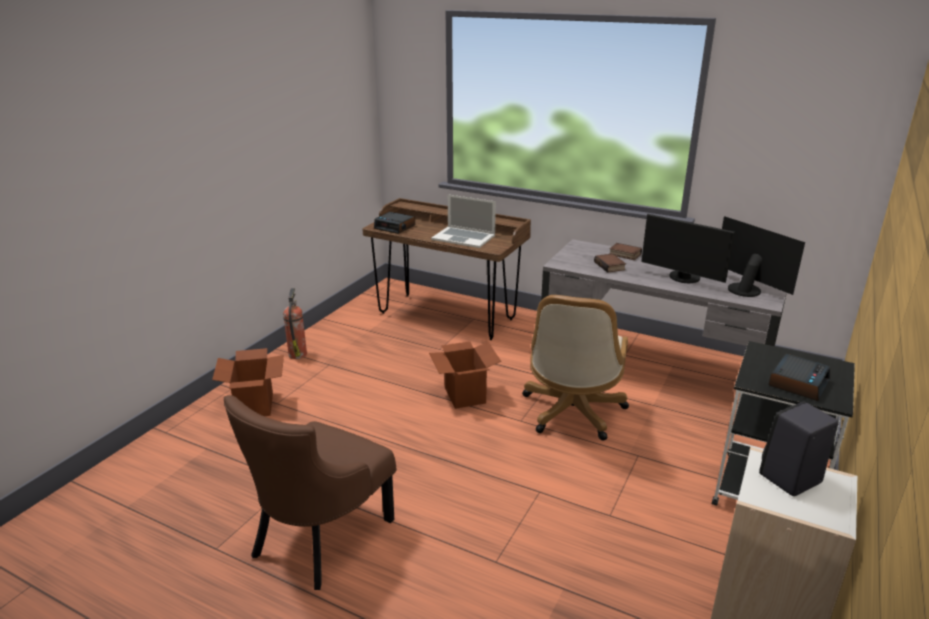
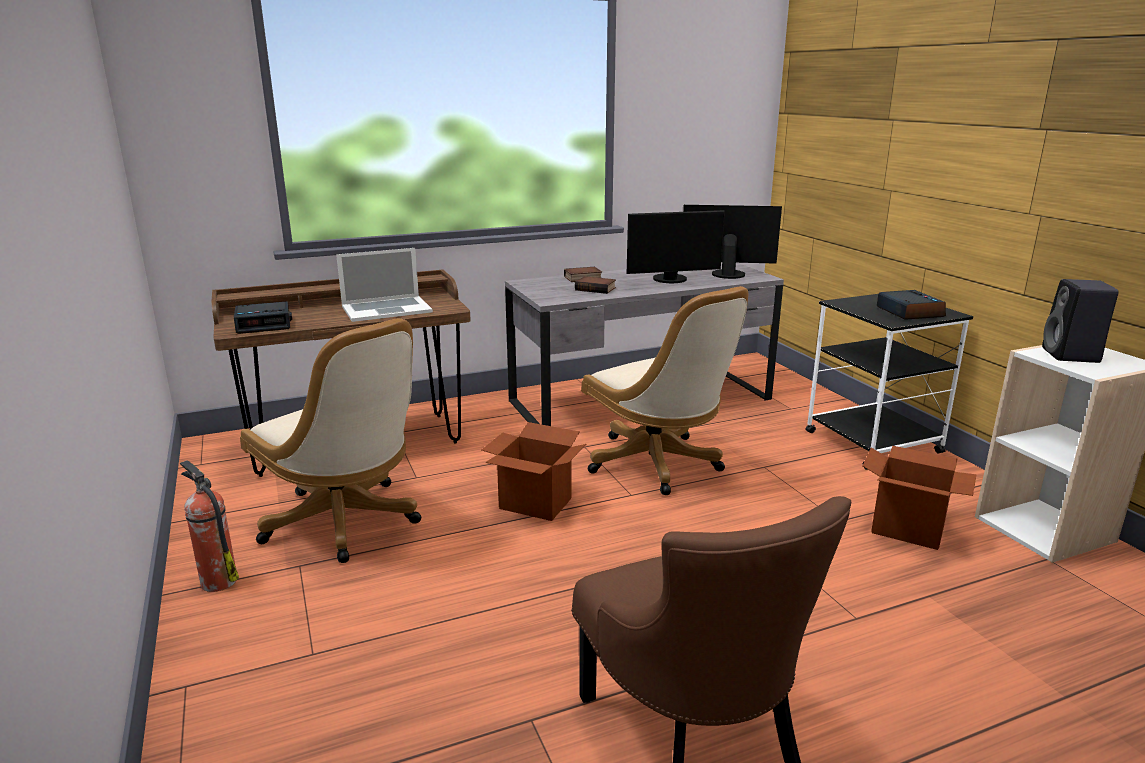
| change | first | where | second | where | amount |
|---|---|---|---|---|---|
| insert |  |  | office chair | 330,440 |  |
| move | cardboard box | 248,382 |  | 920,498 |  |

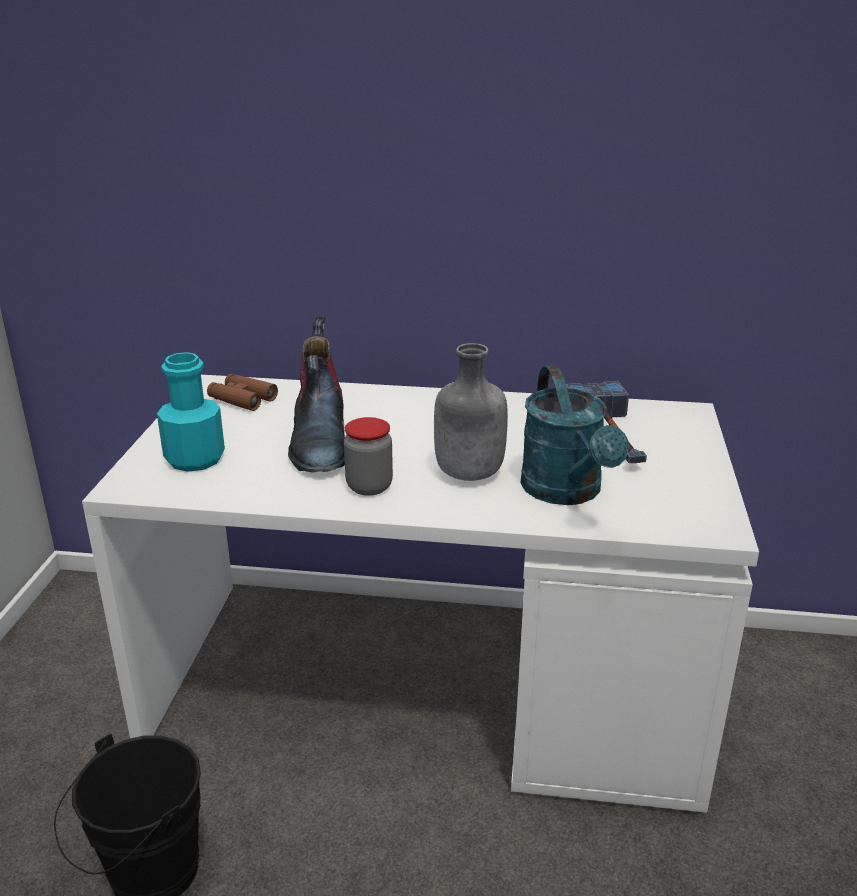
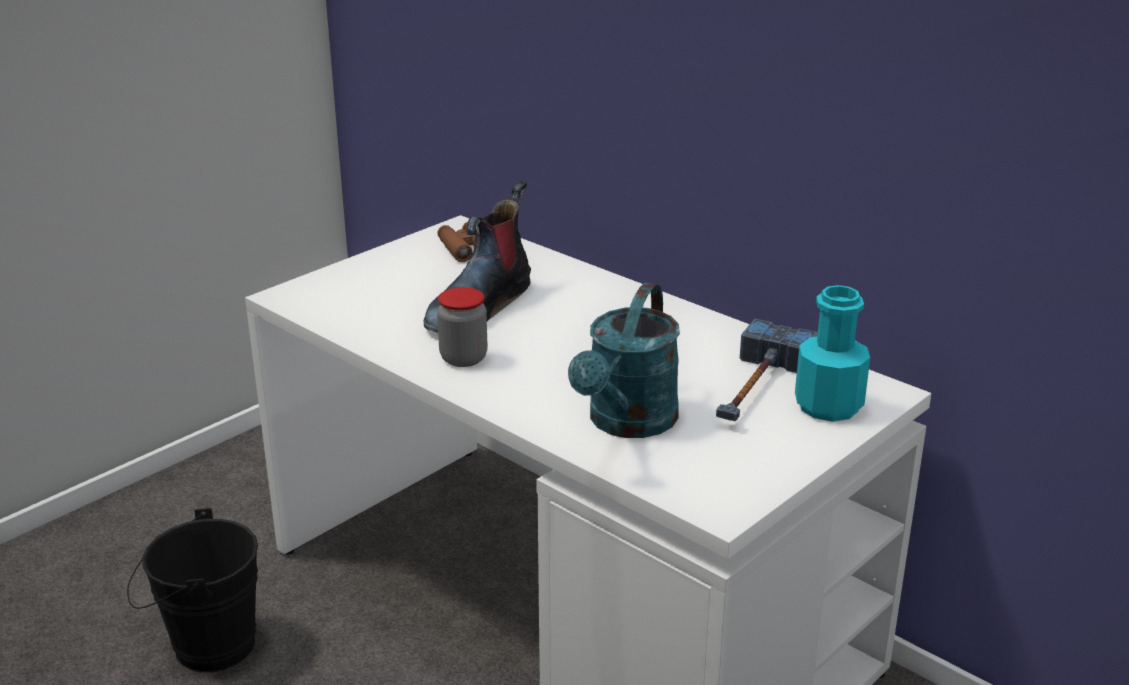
| change | first | where | second | where | amount |
|---|---|---|---|---|---|
| delete | grey bottle | 471,412 |  |  |  |
| move | turquoise bottle | 191,412 |  | 832,353 |  |

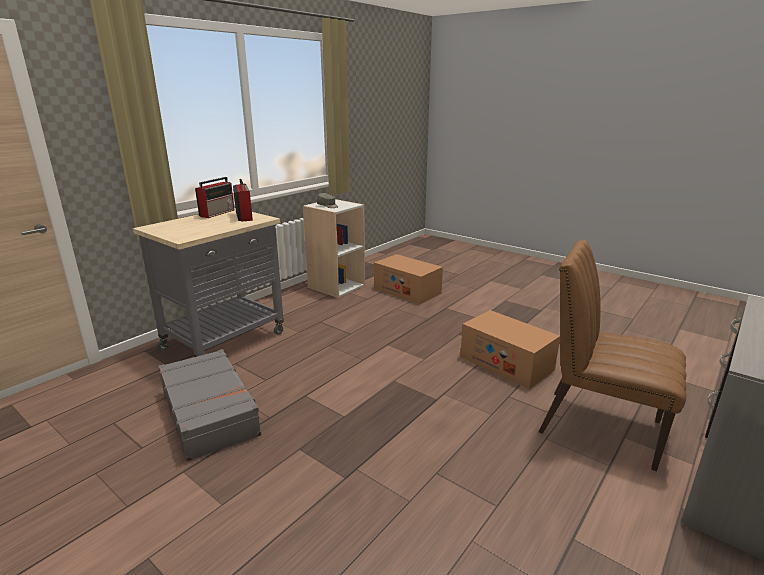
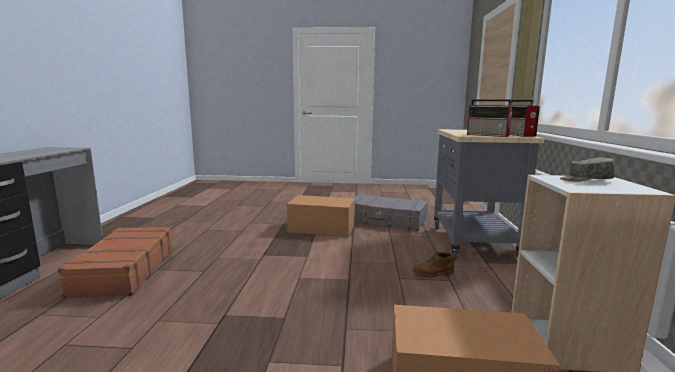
| change | first | where | second | where | amount |
|---|---|---|---|---|---|
| insert |  |  | brown boot | 433,264 |  |
| move | cardboard box | 510,349 |  | 321,216 |  |
| replace | brown chair | 613,355 | brown suitcase | 115,262 |  |

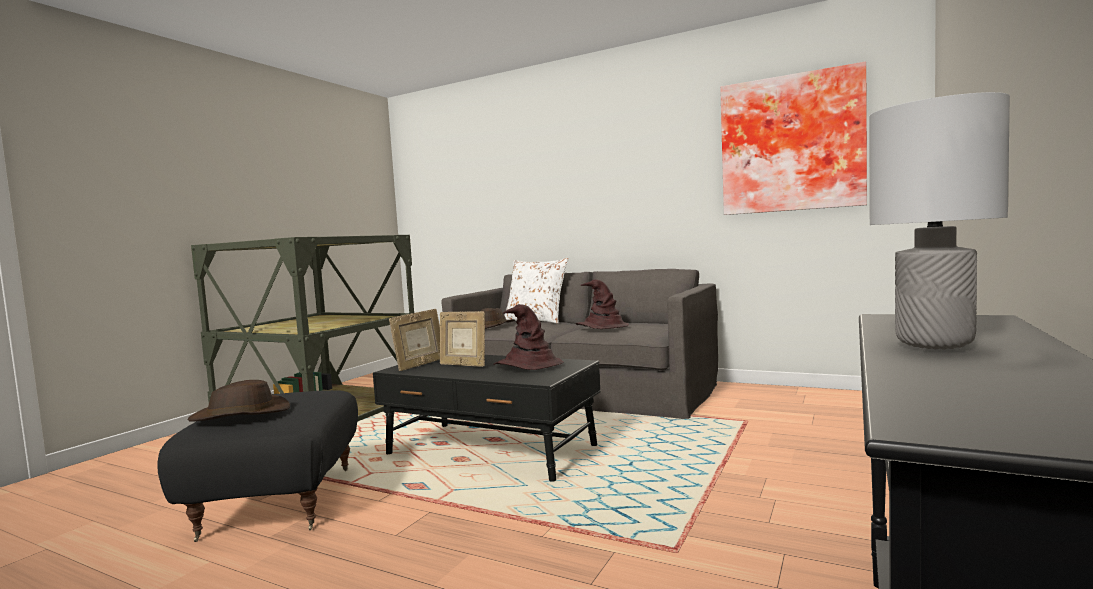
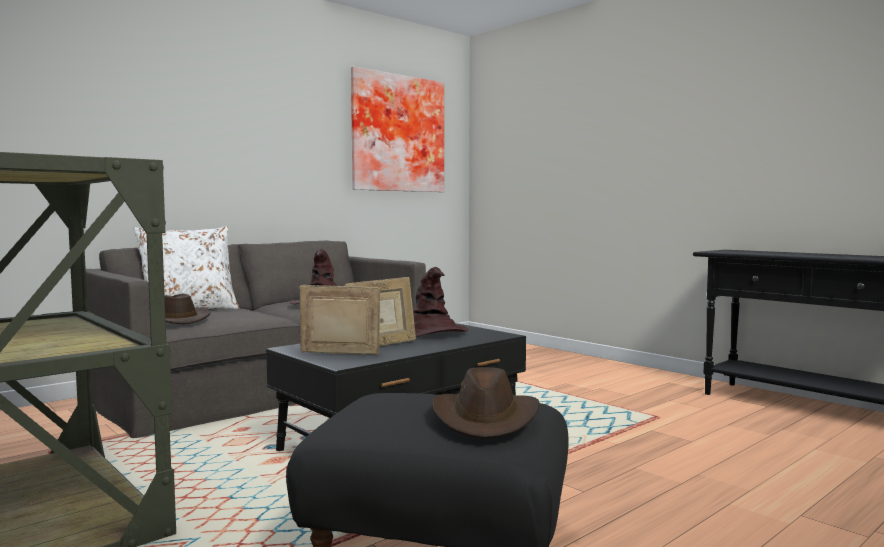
| change | first | where | second | where | amount |
|---|---|---|---|---|---|
| delete | grey table lamp | 939,220 |  |  |  |
| rotate | picture frame | 414,340 |  | 339,320 | 60 degrees counterclockwise |

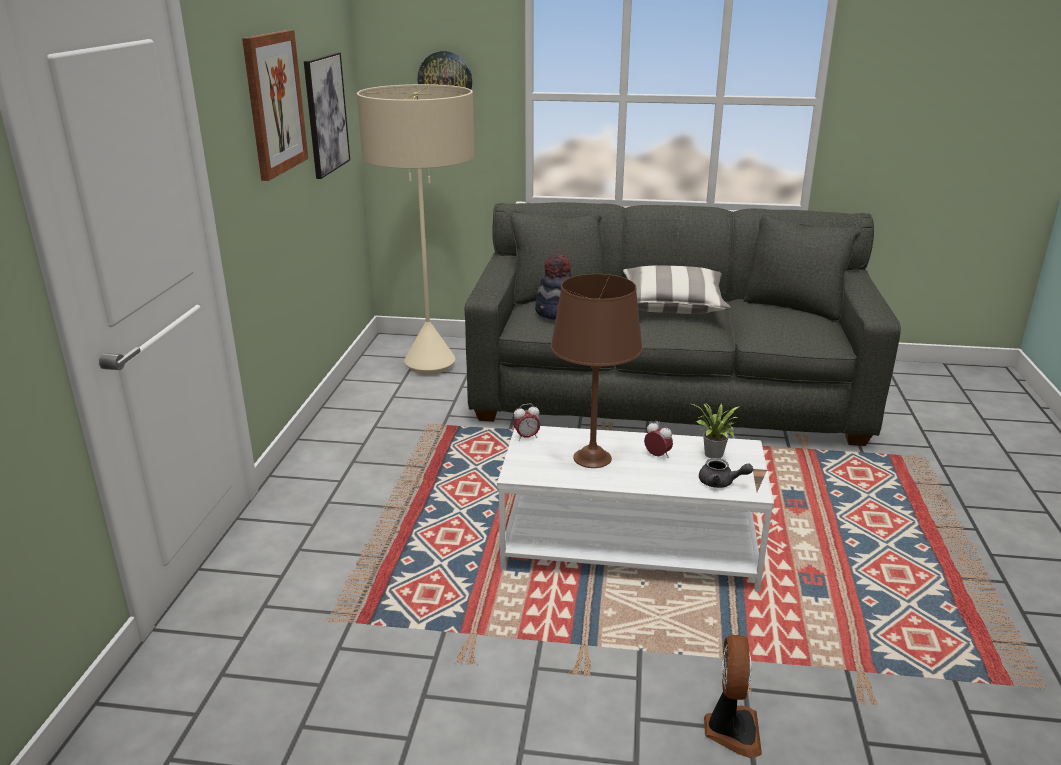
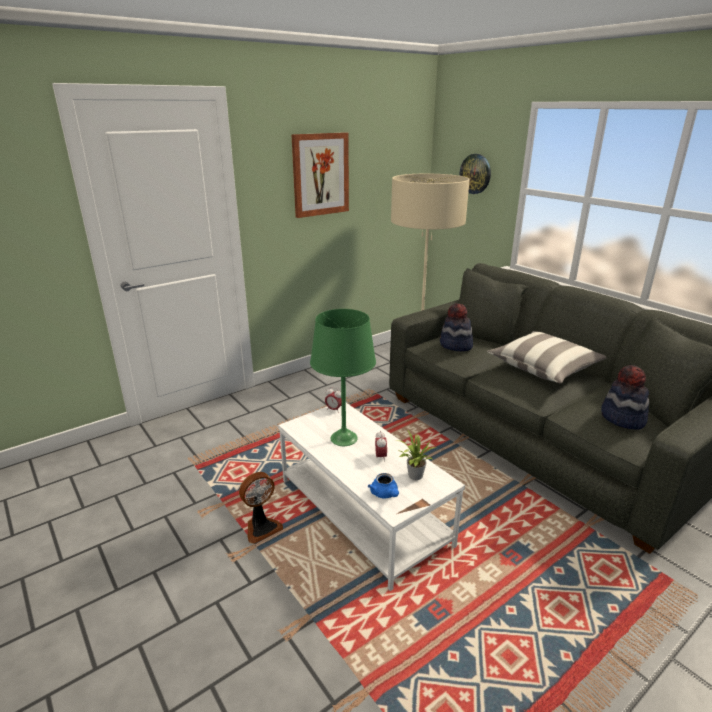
| change | first | where | second | where | amount |
|---|---|---|---|---|---|
| delete | picture | 327,115 |  |  |  |
| insert |  |  | hat | 625,397 |  |
| move | fan | 733,696 |  | 261,508 |  |
| recolor | brown table lamp | 597,371 | green table lamp | 343,377 |  |
| recolor | grey teapot | 726,473 | blue teapot | 383,485 |  |

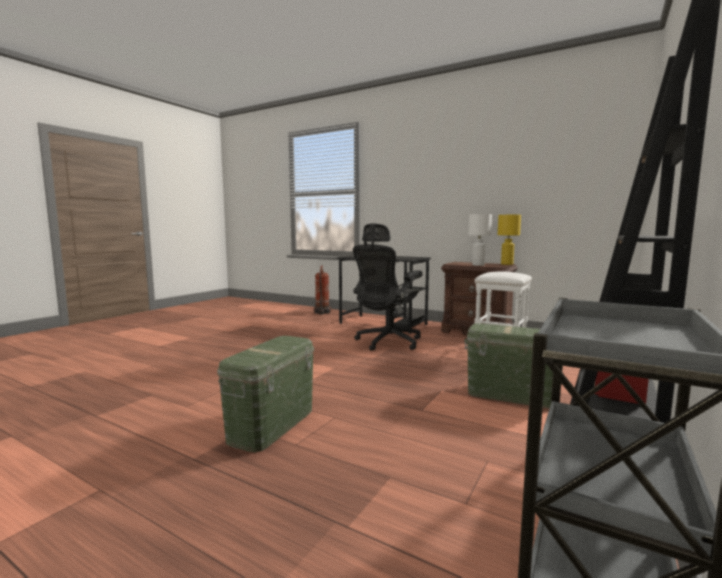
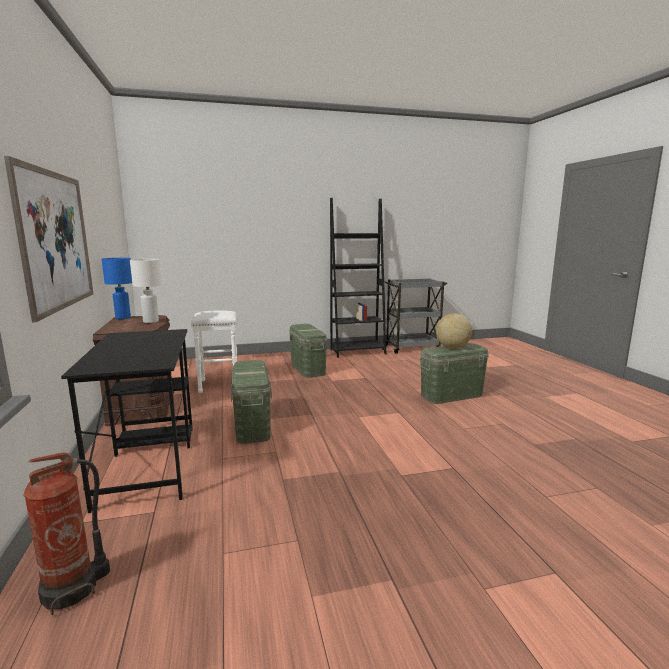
| change | first | where | second | where | amount |
|---|---|---|---|---|---|
| insert |  |  | picture | 48,239 |  |
| insert |  |  | globe | 454,331 |  |
| replace | office chair | 387,287 | green storage box | 251,402 |  |
| recolor | yellow table lamp | 509,240 | blue table lamp | 117,288 |  |

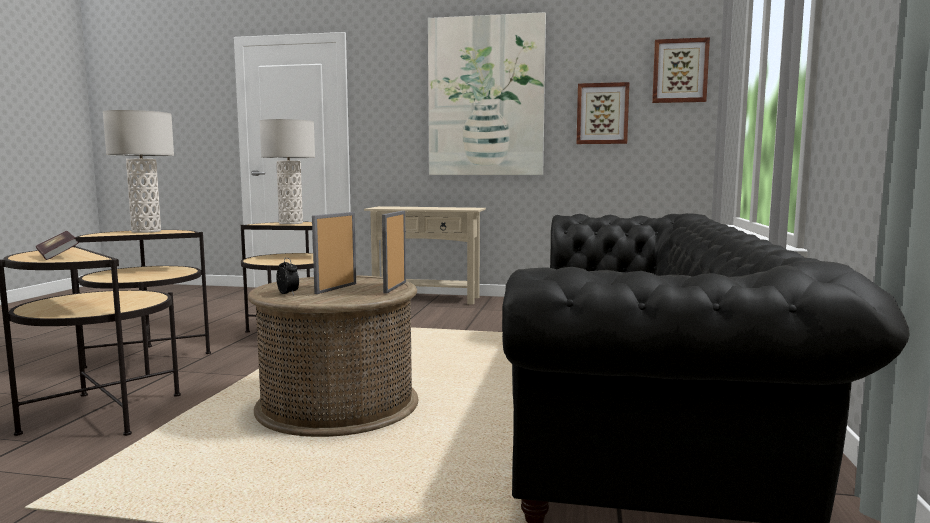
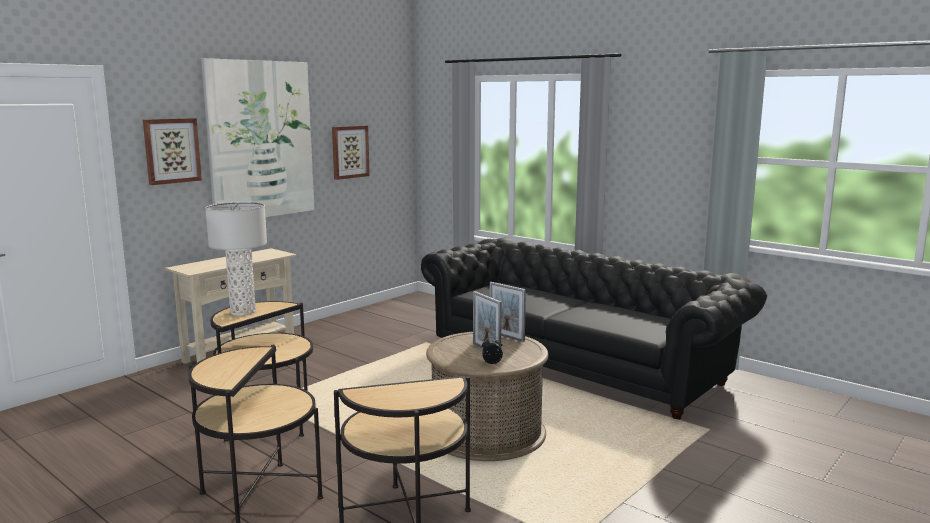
| change | first | where | second | where | amount |
|---|---|---|---|---|---|
| delete | book | 57,245 |  |  |  |
| delete | white table lamp | 138,171 |  |  |  |
| move | picture | 681,70 |  | 172,151 |  |

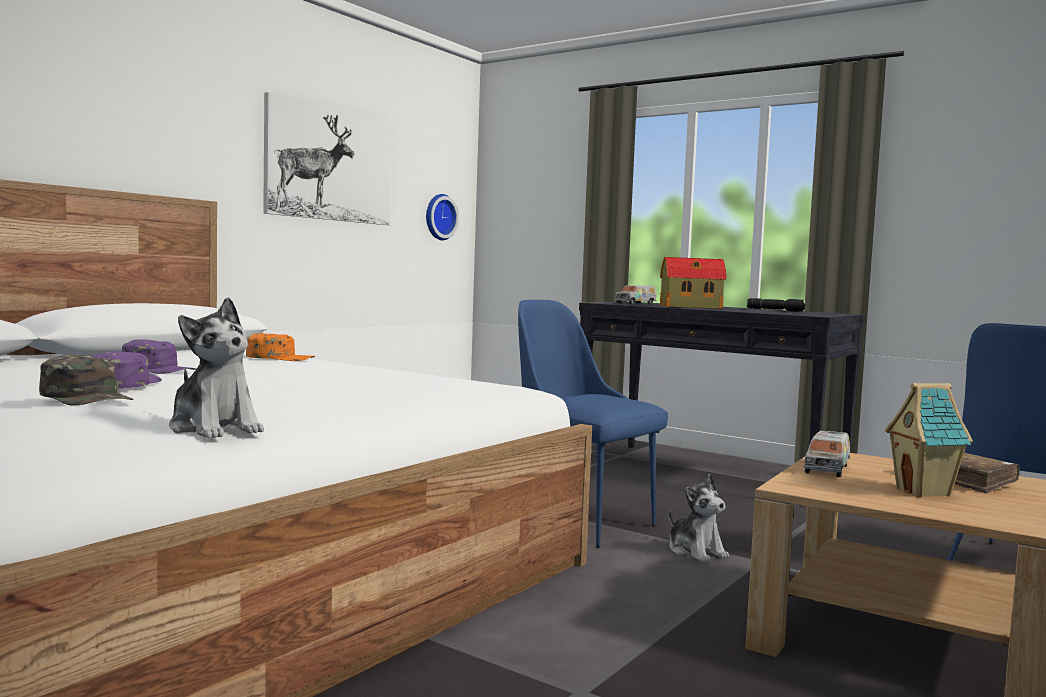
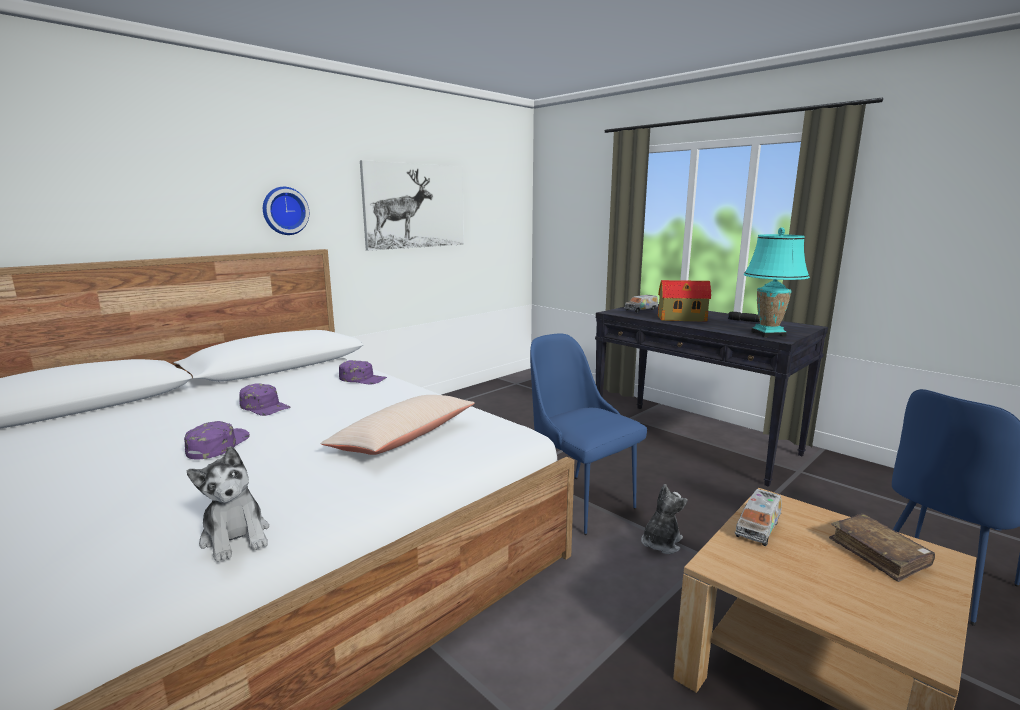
| change | first | where | second | where | amount |
|---|---|---|---|---|---|
| delete | green cap | 86,380 |  |  |  |
| delete | toy house | 929,440 |  |  |  |
| insert |  |  | beige pillow | 397,425 |  |
| insert |  |  | turquoise table lamp | 777,282 |  |
| move | wall clock | 442,217 |  | 286,211 |  |
| recolor | orange cap | 280,347 | purple cap | 363,372 |  |
| rotate | plush toy | 699,518 |  | 664,519 | 120 degrees counterclockwise |

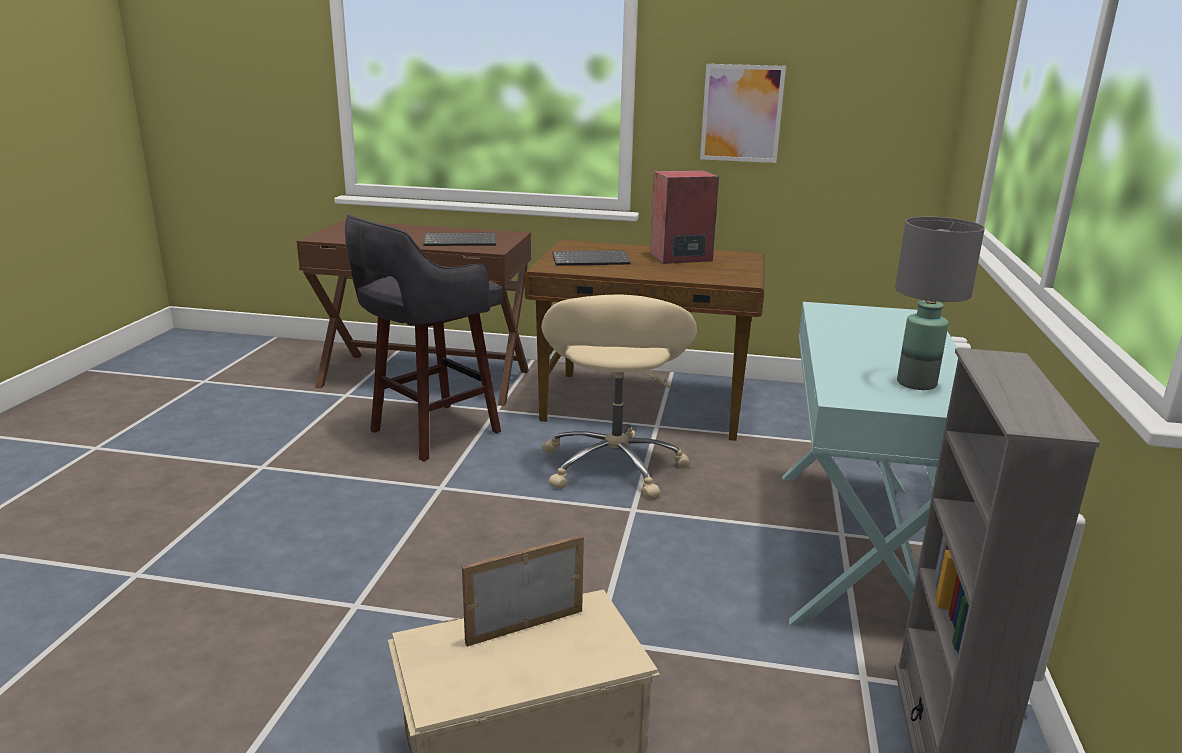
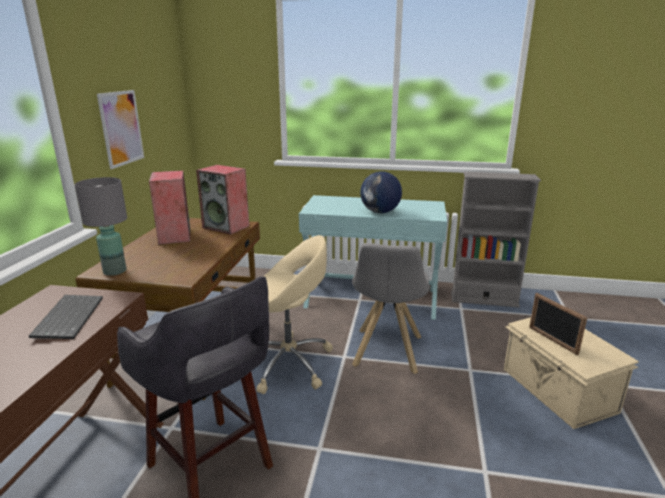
| change | first | where | second | where | amount |
|---|---|---|---|---|---|
| delete | keyboard | 591,258 |  |  |  |
| insert |  |  | speaker | 222,200 |  |
| insert |  |  | grey chair | 391,308 |  |
| insert |  |  | globe | 381,192 |  |
| move | grey table lamp | 940,303 |  | 101,226 |  |

